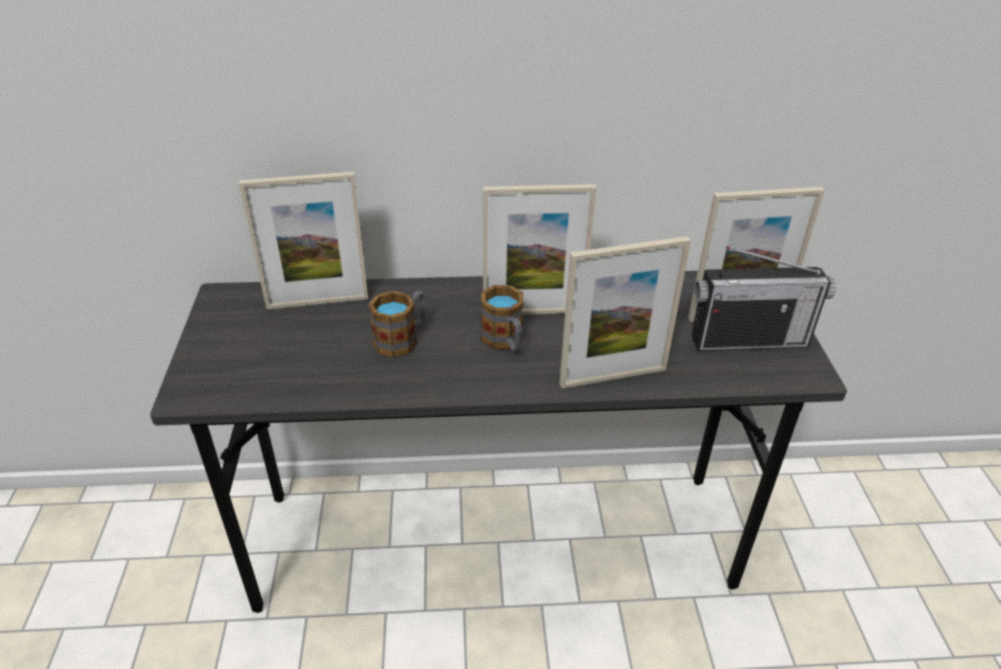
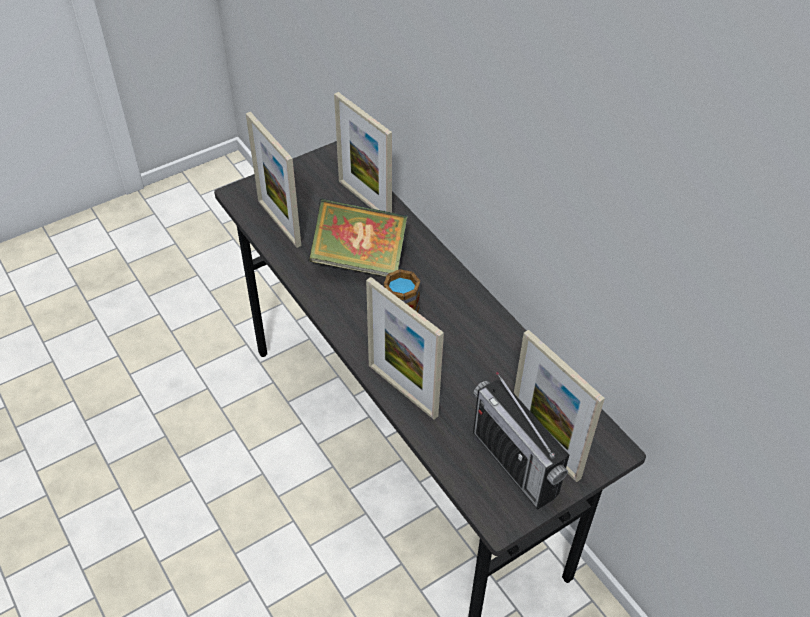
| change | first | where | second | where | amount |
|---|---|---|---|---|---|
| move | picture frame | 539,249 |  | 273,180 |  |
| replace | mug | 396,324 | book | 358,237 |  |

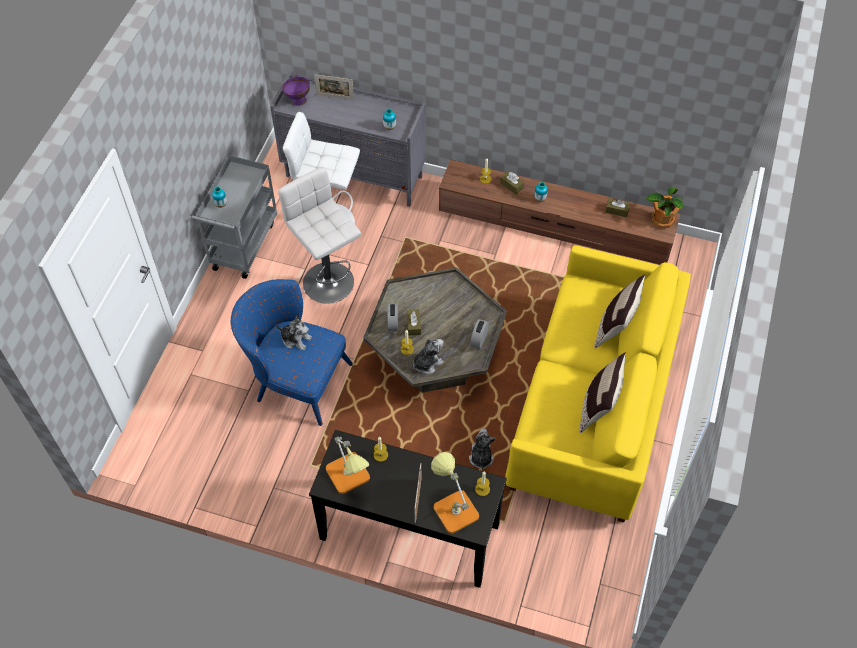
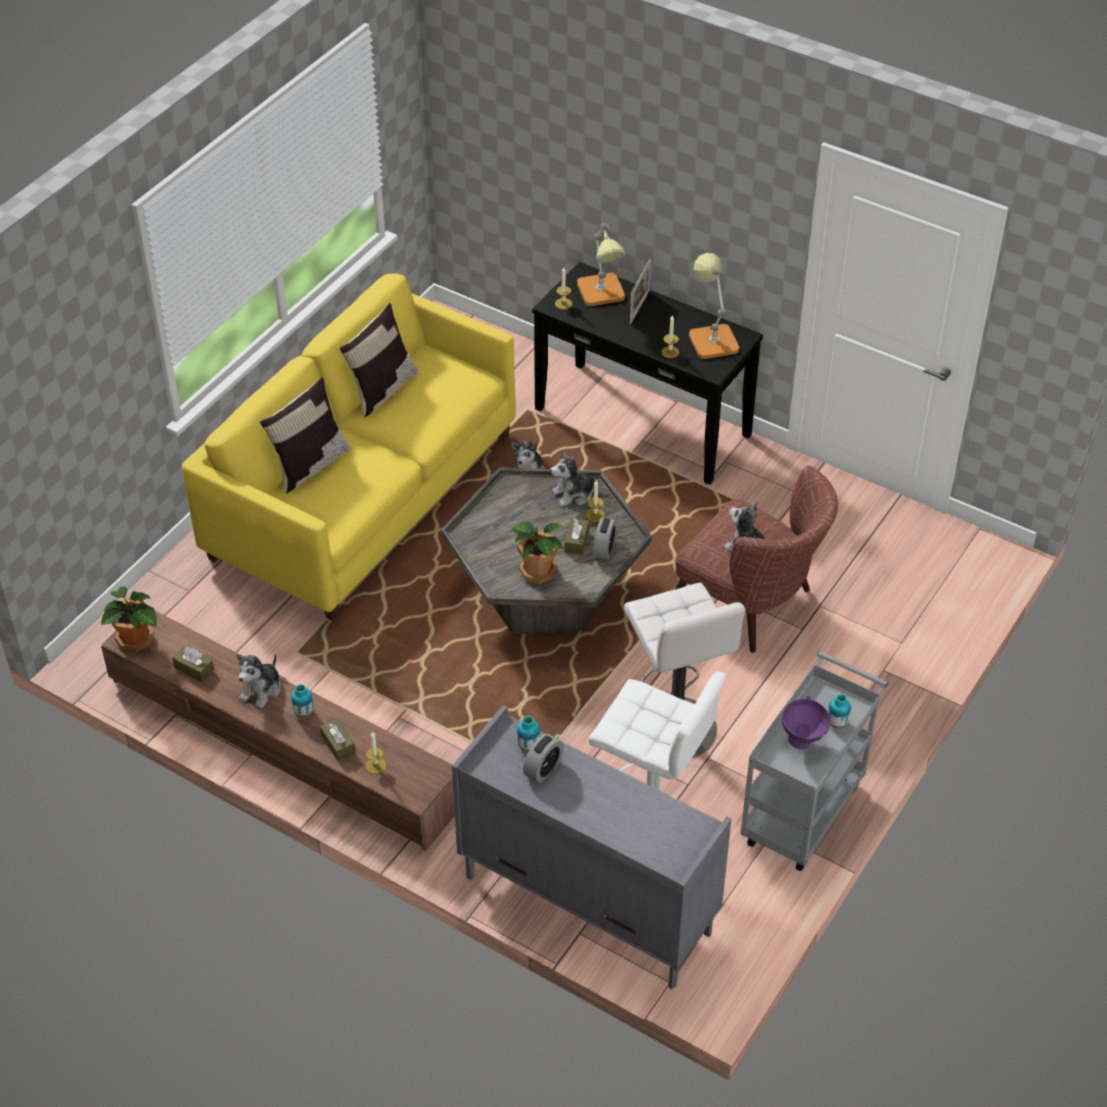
| change | first | where | second | where | amount |
|---|---|---|---|---|---|
| delete | picture frame | 334,87 |  |  |  |
| insert |  |  | plush toy | 259,680 |  |
| insert |  |  | potted plant | 538,552 |  |
| move | purple bowl | 296,90 |  | 806,722 |  |
| move | alarm clock | 479,334 |  | 543,758 |  |
| recolor | blue armchair | 292,352 | brown armchair | 756,559 |  |

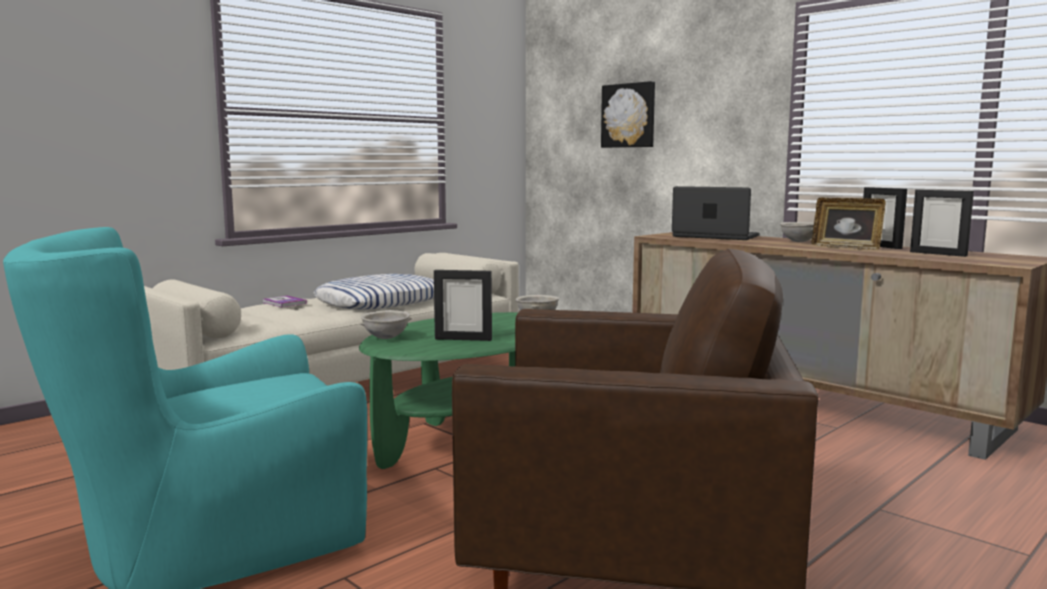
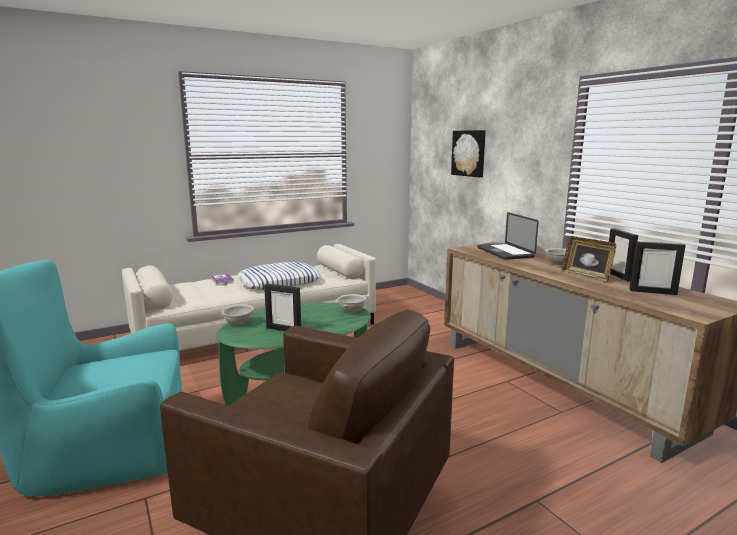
| change | first | where | second | where | amount |
|---|---|---|---|---|---|
| rotate | laptop | 715,213 |  | 508,236 | 150 degrees counterclockwise |
| rotate | picture frame | 942,223 |  | 658,268 | 45 degrees counterclockwise |

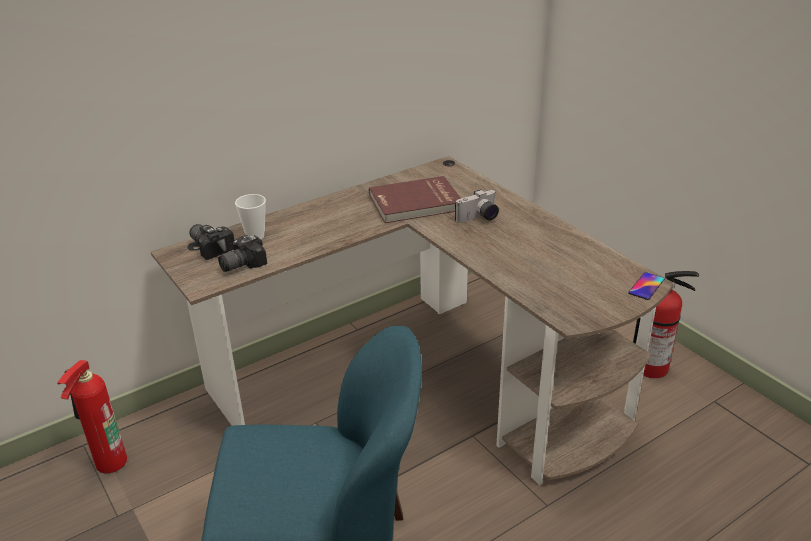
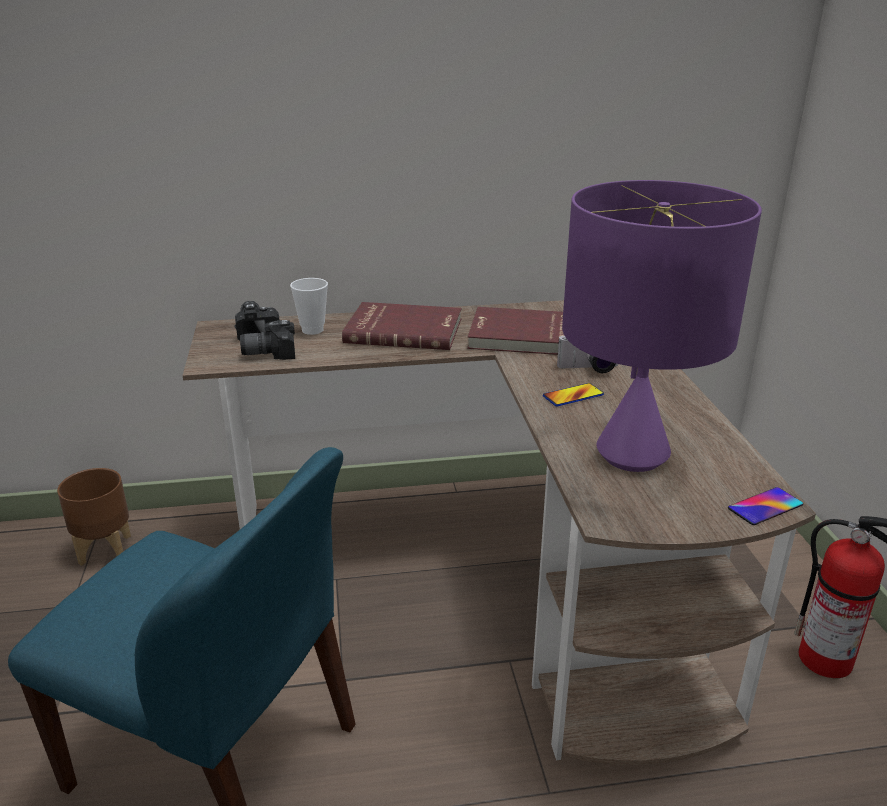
| change | first | where | second | where | amount |
|---|---|---|---|---|---|
| insert |  |  | red book | 402,326 |  |
| insert |  |  | phone | 573,394 |  |
| insert |  |  | purple table lamp | 662,326 |  |
| replace | fire extinguisher | 92,416 | brown planter | 94,517 |  |

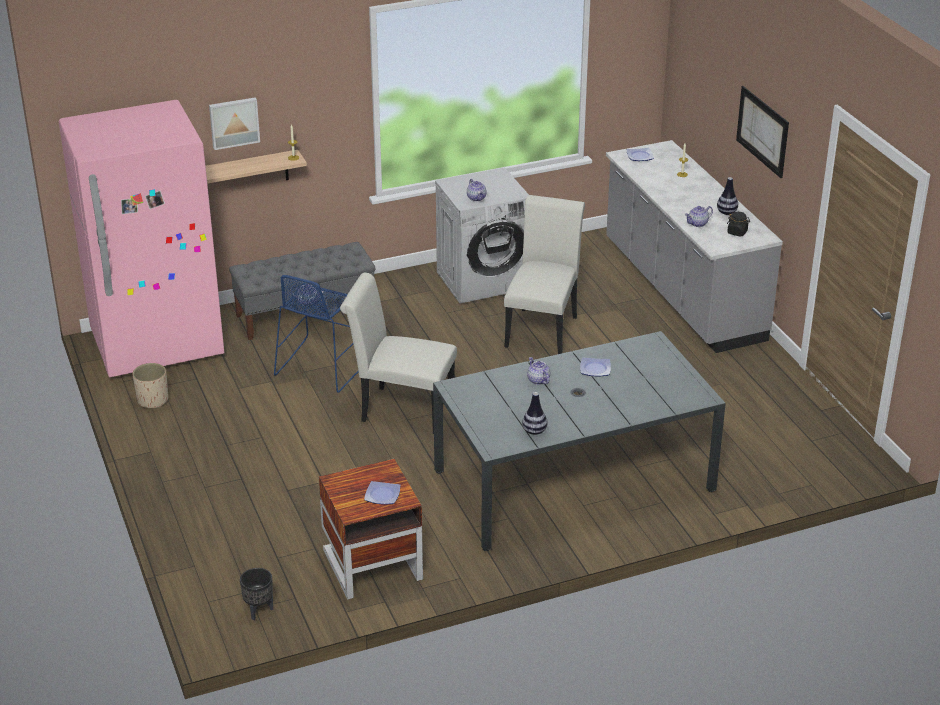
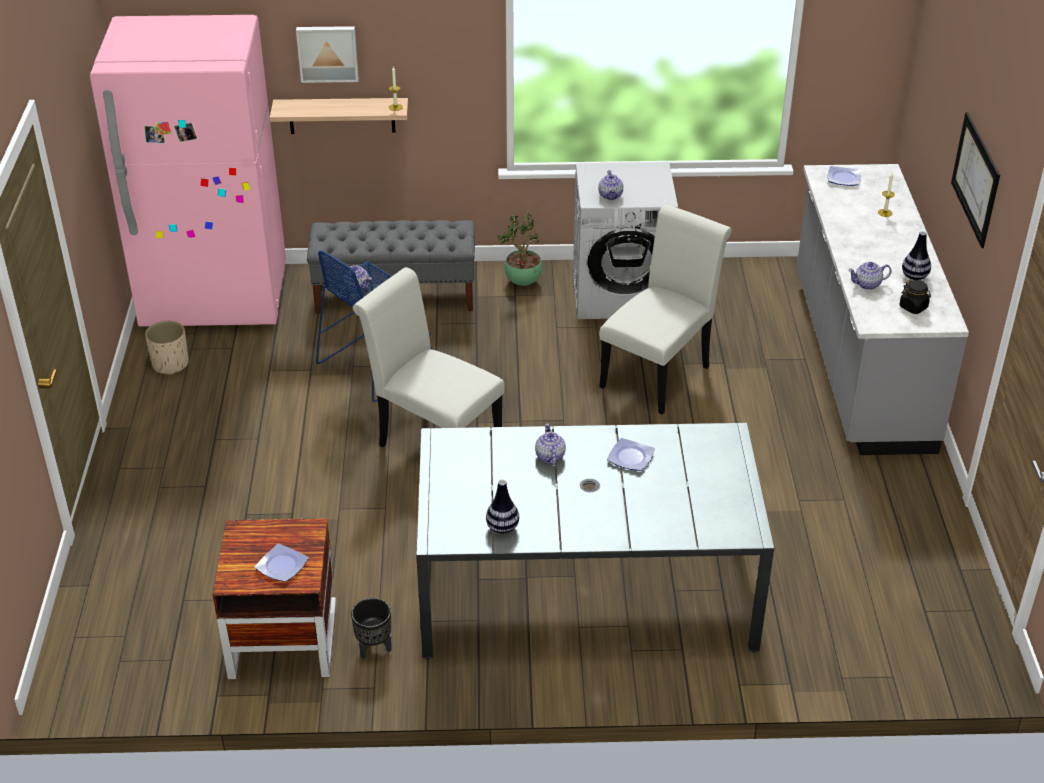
| change | first | where | second | where | amount |
|---|---|---|---|---|---|
| insert |  |  | potted plant | 520,249 |  |
| move | black planter | 256,594 |  | 371,628 |  |

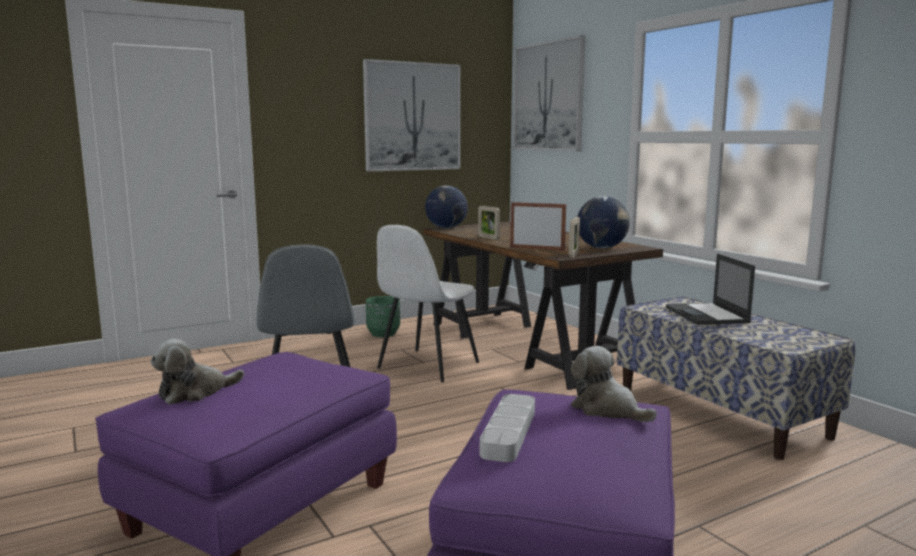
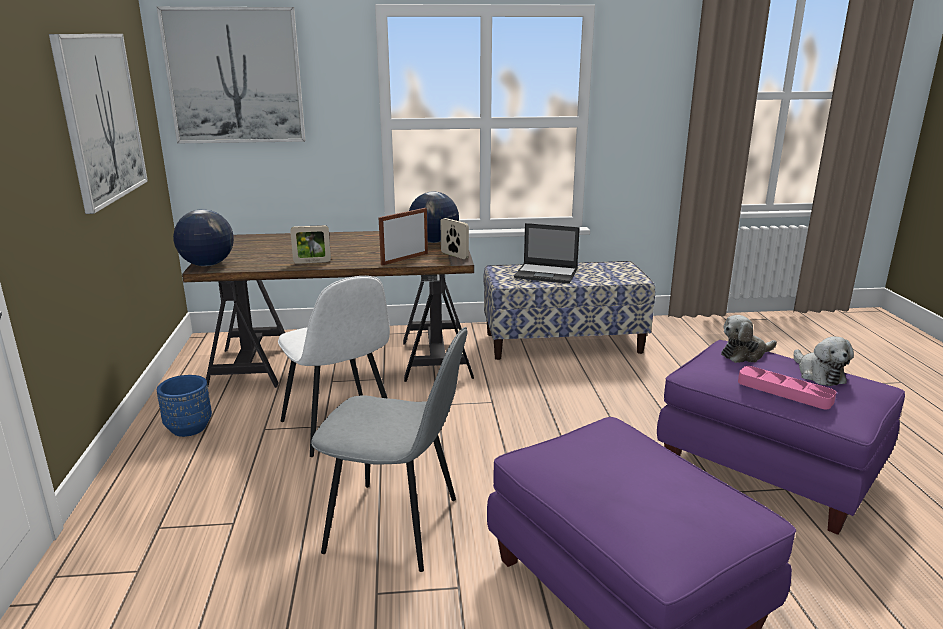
| change | first | where | second | where | amount |
|---|---|---|---|---|---|
| move | plush toy | 197,371 |  | 824,361 |  |
| recolor | green planter | 383,316 | blue planter | 184,406 |  |
| recolor | grey tray | 507,428 | pink tray | 787,387 |  |

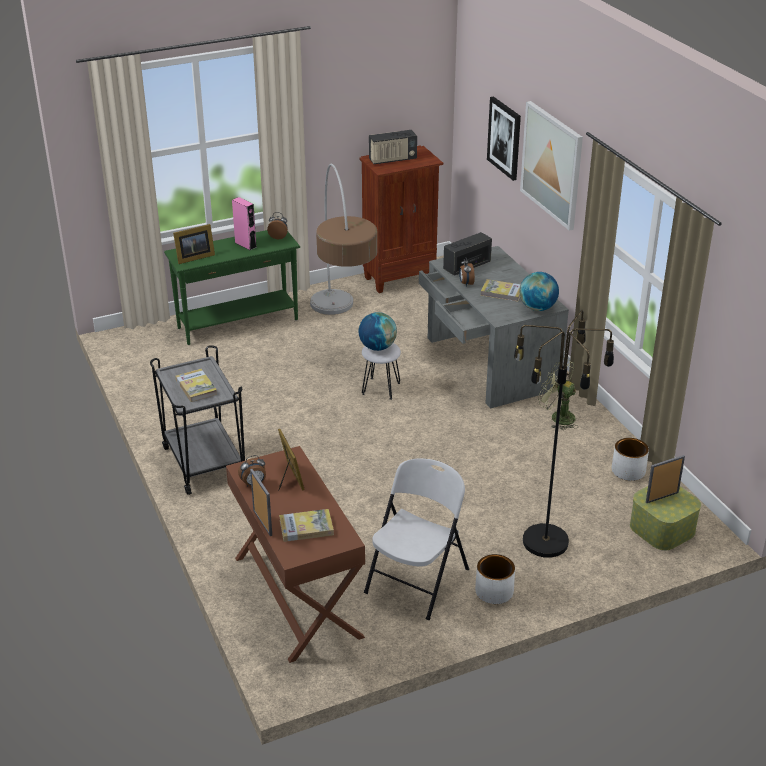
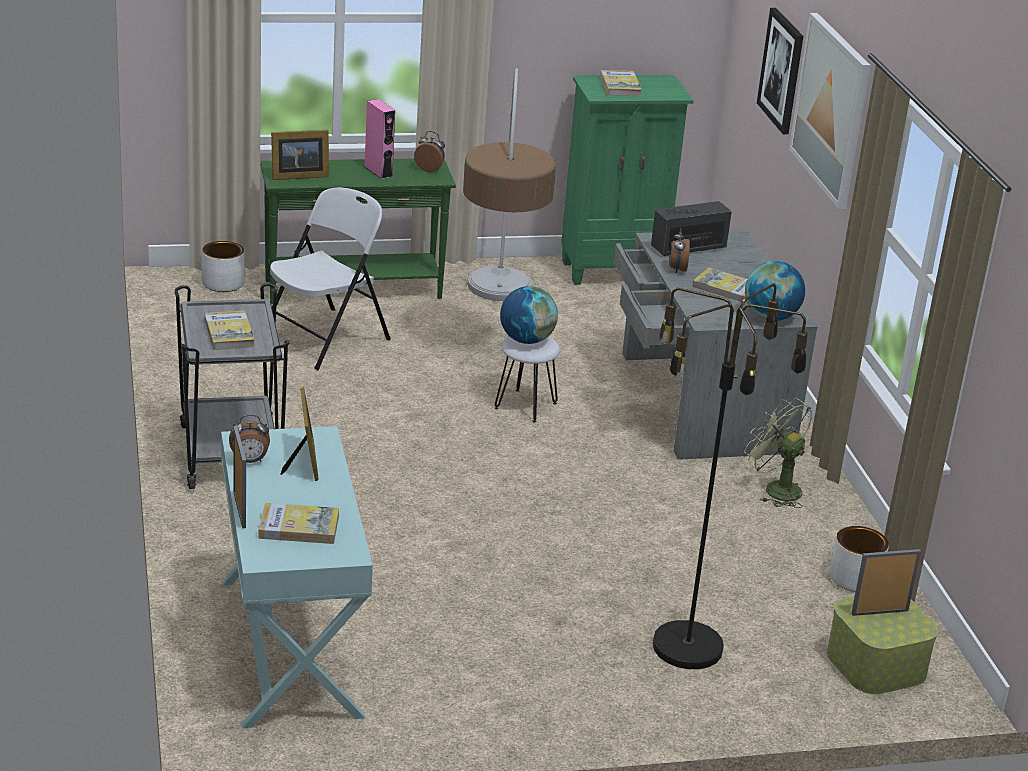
| change | first | where | second | where | amount |
|---|---|---|---|---|---|
| move | white chair | 416,539 |  | 330,278 |  |
| move | white planter | 495,579 |  | 223,266 |  |
| replace | radio | 393,147 | book | 621,83 |  |
| recolor | brown desk | 295,554 | turquoise desk | 297,577 |  |
| recolor | brown cabinet | 401,219 | green cabinet | 627,180 |  |

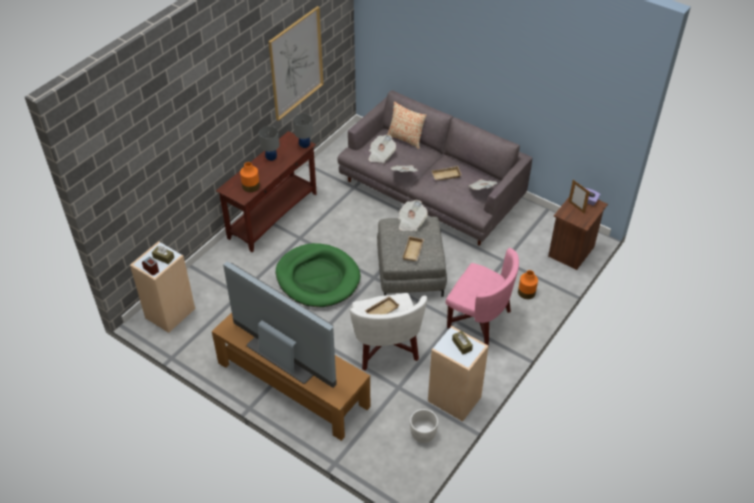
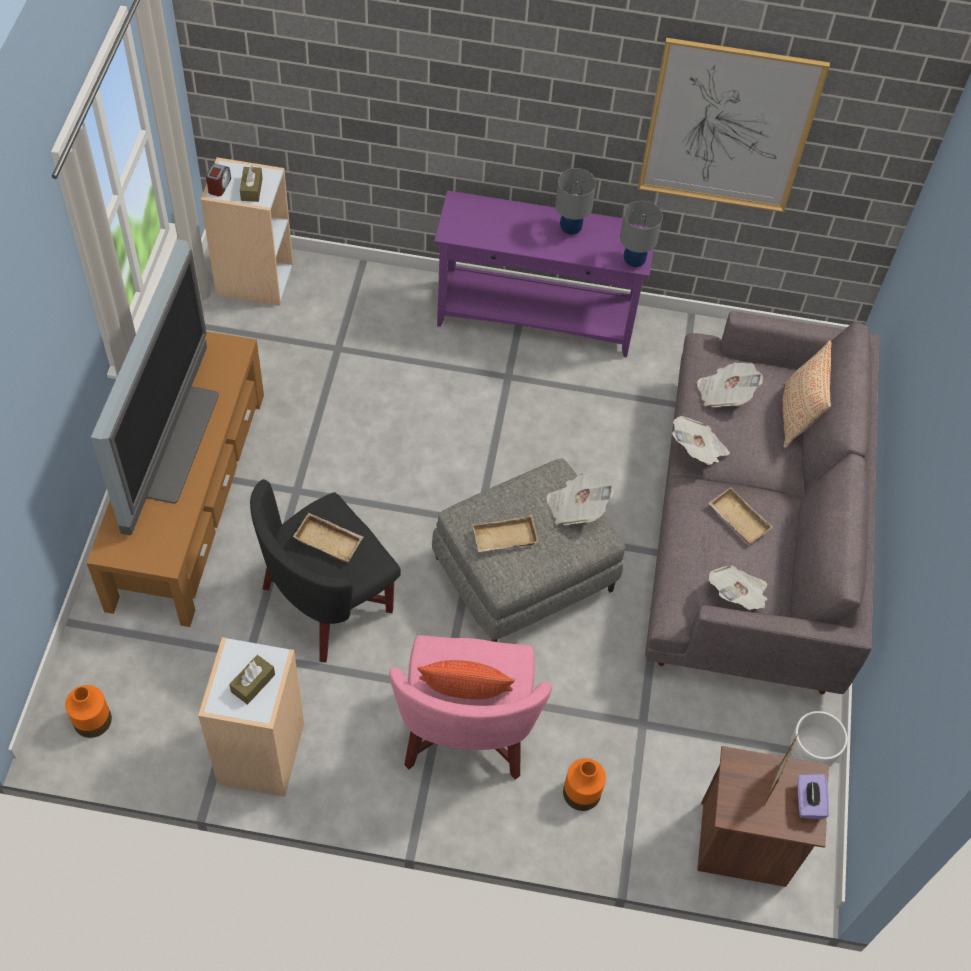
| change | first | where | second | where | amount |
|---|---|---|---|---|---|
| delete | green dog bed | 318,275 |  |  |  |
| insert |  |  | orange pillow | 466,679 |  |
| move | orange vase | 250,177 |  | 88,711 |  |
| move | white planter | 424,426 |  | 818,739 |  |
| recolor | brown console table | 266,192 | purple console table | 543,273 |  |
| recolor | white armchair | 388,331 | black armchair | 325,571 |  |

